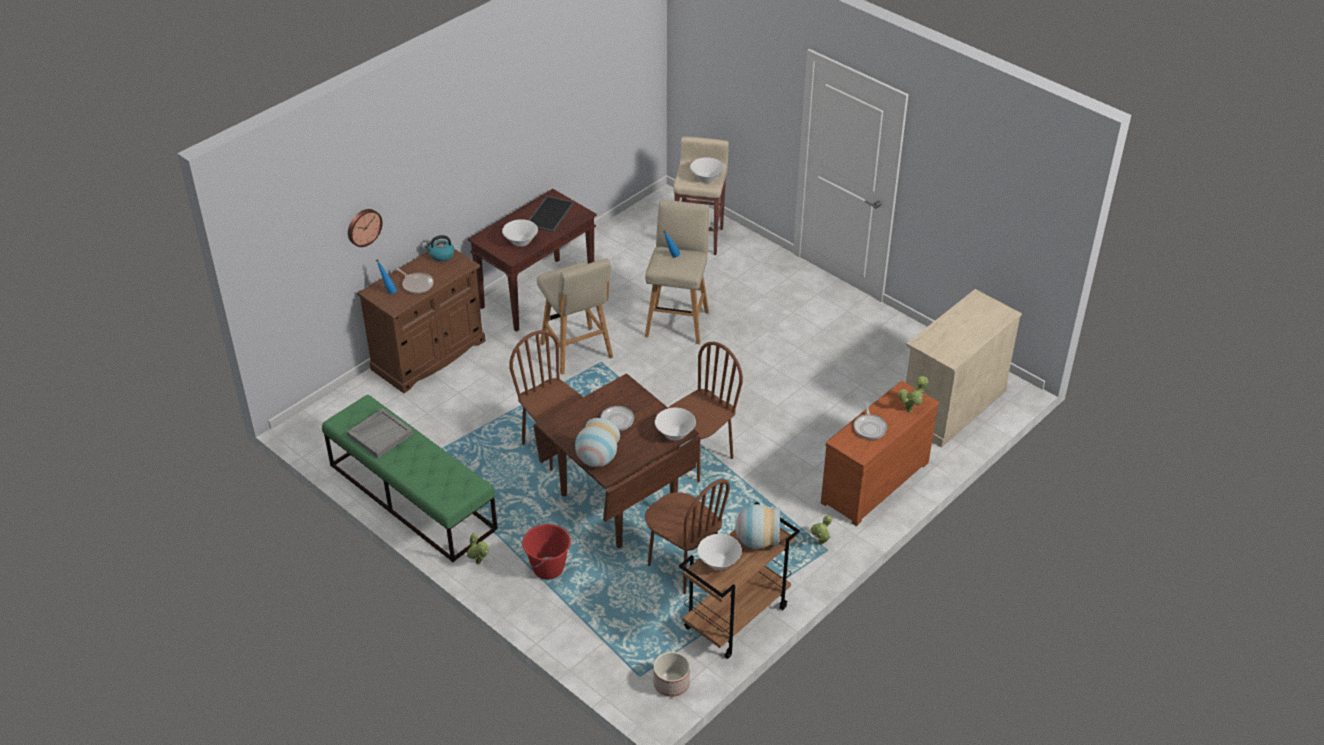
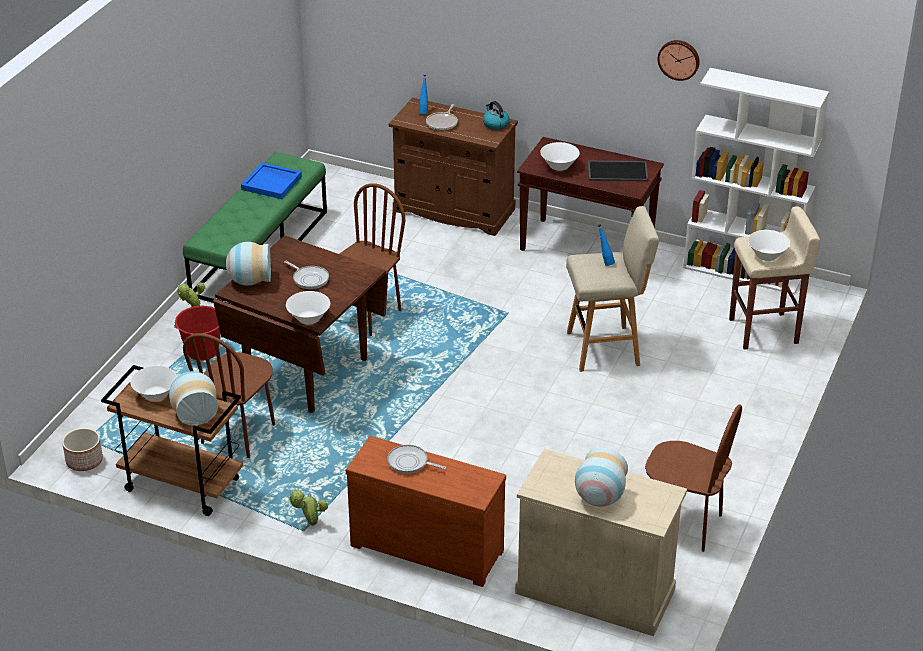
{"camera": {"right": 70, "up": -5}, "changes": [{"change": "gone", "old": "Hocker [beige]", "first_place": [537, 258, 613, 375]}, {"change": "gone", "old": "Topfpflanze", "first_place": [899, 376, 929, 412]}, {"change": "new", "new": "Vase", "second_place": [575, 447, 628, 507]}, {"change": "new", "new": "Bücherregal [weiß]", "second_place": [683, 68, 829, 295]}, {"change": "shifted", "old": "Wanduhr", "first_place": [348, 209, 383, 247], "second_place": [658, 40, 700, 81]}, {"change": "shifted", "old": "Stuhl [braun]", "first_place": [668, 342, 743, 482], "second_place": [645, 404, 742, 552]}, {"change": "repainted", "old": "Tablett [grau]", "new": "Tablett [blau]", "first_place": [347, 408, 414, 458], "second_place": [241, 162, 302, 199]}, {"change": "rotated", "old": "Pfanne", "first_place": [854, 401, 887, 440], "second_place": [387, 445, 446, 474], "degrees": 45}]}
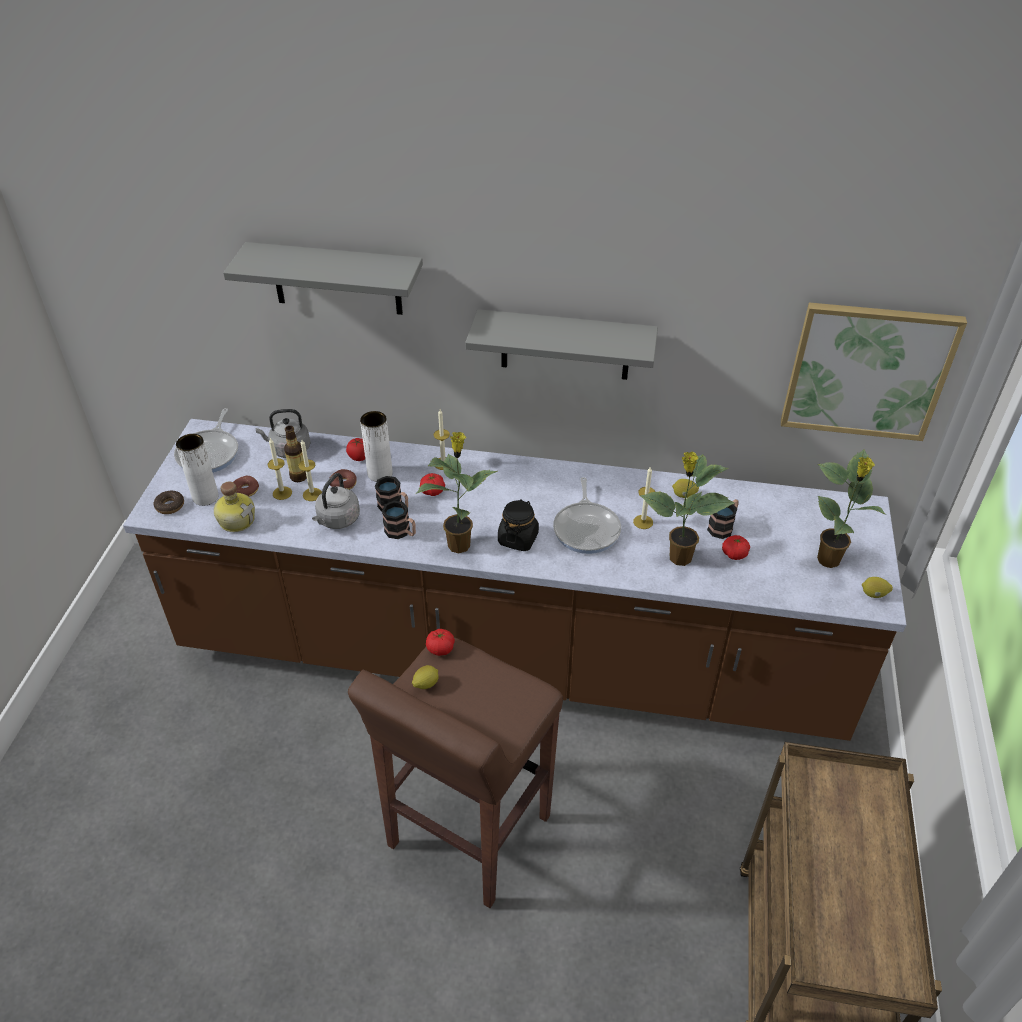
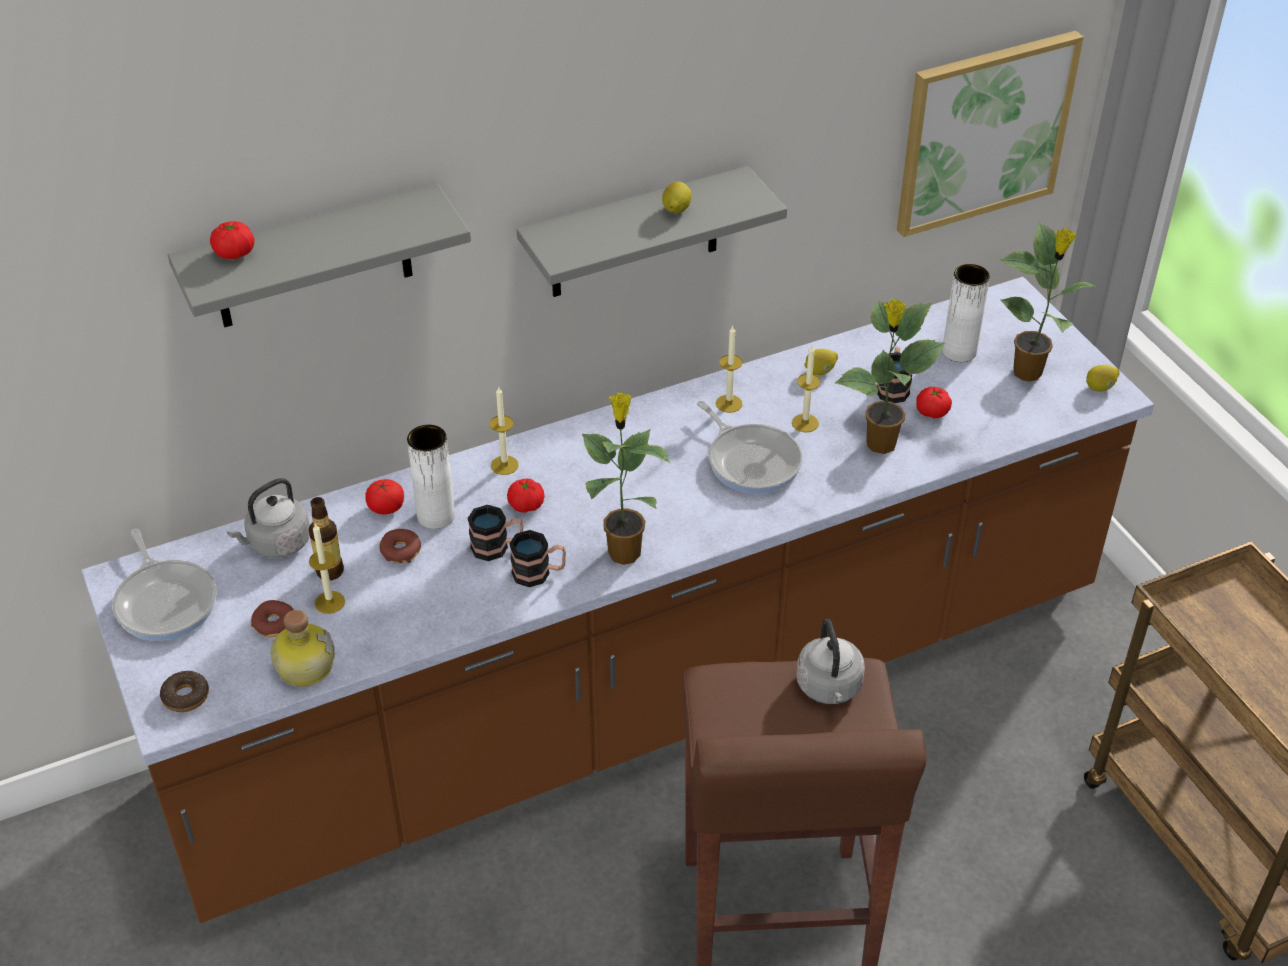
{"camera": {"right": -35, "up": 0}, "changes": [{"change": "gone", "old": "Vorratsglas [schwarz]", "first_place": [498, 499, 539, 551]}, {"change": "shifted", "old": "Vase [weiß]", "first_place": [176, 434, 219, 506], "second_place": [942, 264, 990, 362]}, {"change": "shifted", "old": "Kerze", "first_place": [298, 440, 322, 501], "second_place": [716, 326, 743, 413]}, {"change": "shifted", "old": "Wasserkessel [grau]", "first_place": [312, 473, 360, 529], "second_place": [796, 619, 865, 704]}, {"change": "shifted", "old": "Zitrone", "first_place": [412, 665, 439, 689], "second_place": [662, 182, 691, 213]}, {"change": "shifted", "old": "Tomate", "first_place": [426, 629, 455, 656], "second_place": [210, 221, 255, 259]}]}
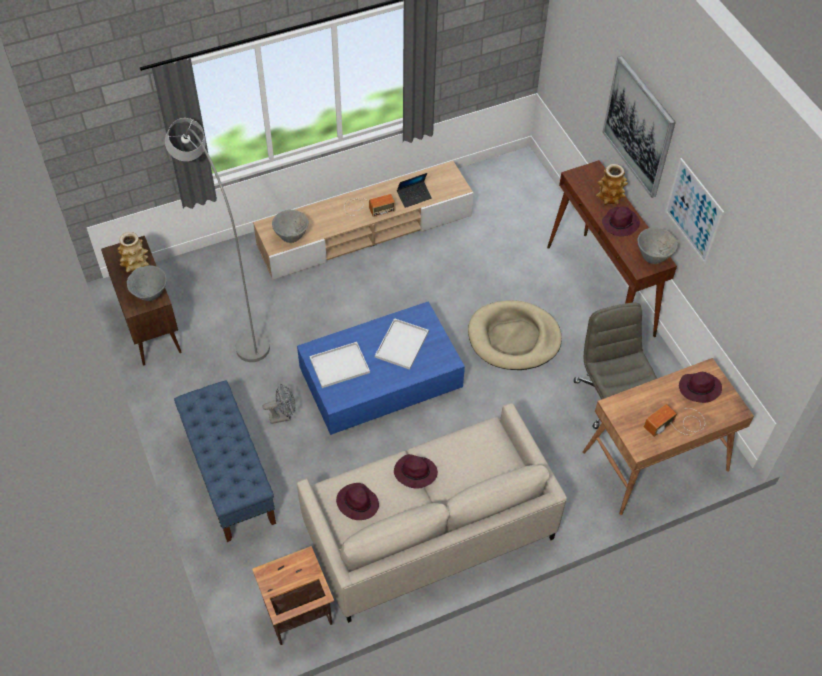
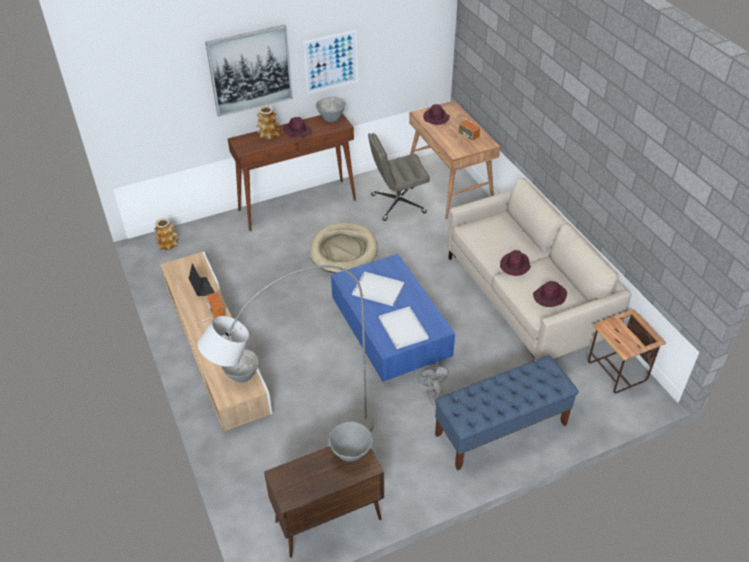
{"camera": {"right": -90, "up": -10}, "changes": [{"change": "shifted", "old": "Vase", "first_place": [118, 232, 149, 273], "second_place": [154, 218, 179, 250]}]}
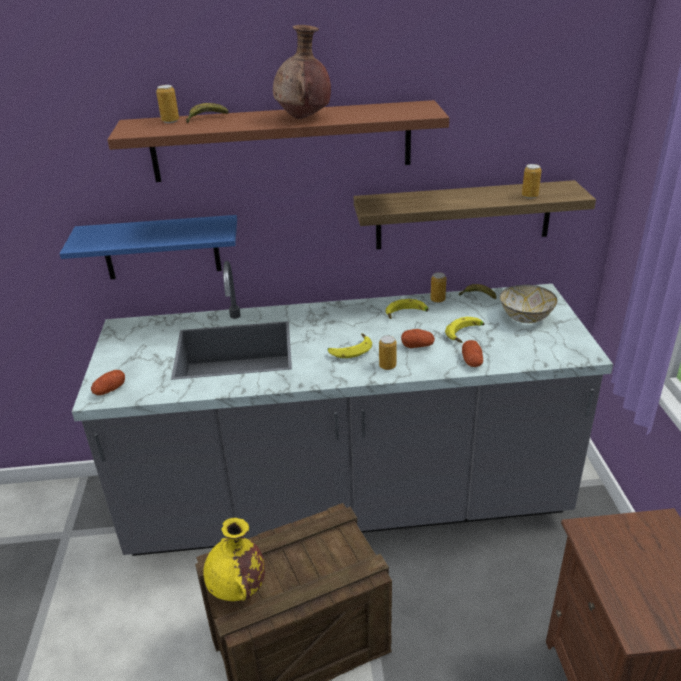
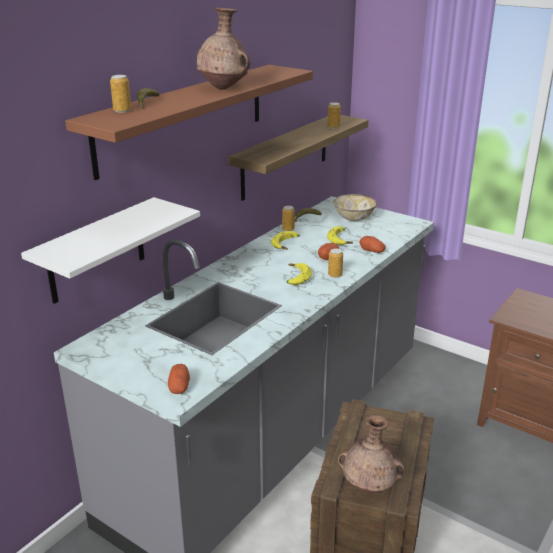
{"camera": {"right": -50, "up": -5}, "changes": [{"change": "repainted", "old": "Wandregal [blau]", "new": "Wandregal [weiß]", "first_place": [60, 215, 237, 279], "second_place": [21, 197, 200, 304]}, {"change": "repainted", "old": "Vase [gelb]", "new": "Vase [braun]", "first_place": [203, 518, 265, 601], "second_place": [338, 415, 405, 493]}]}
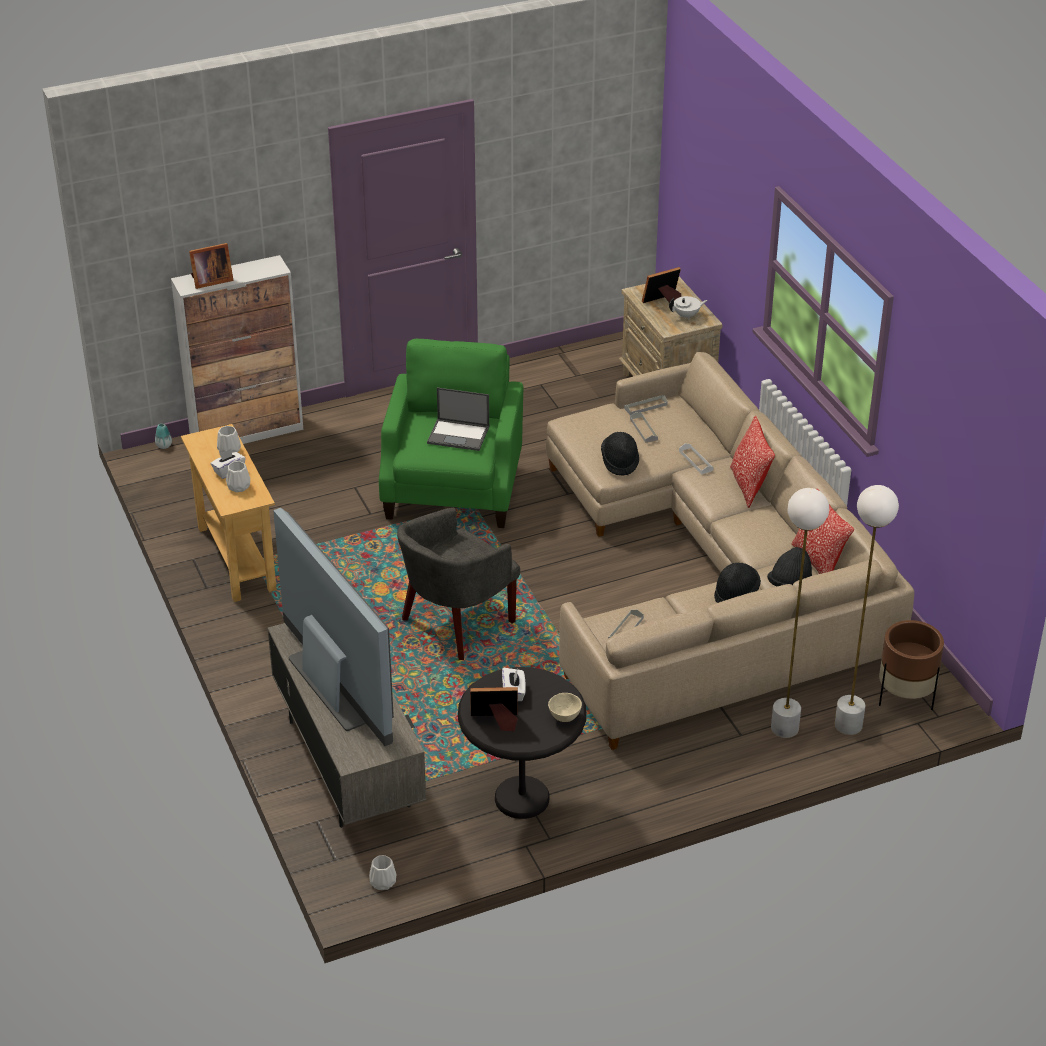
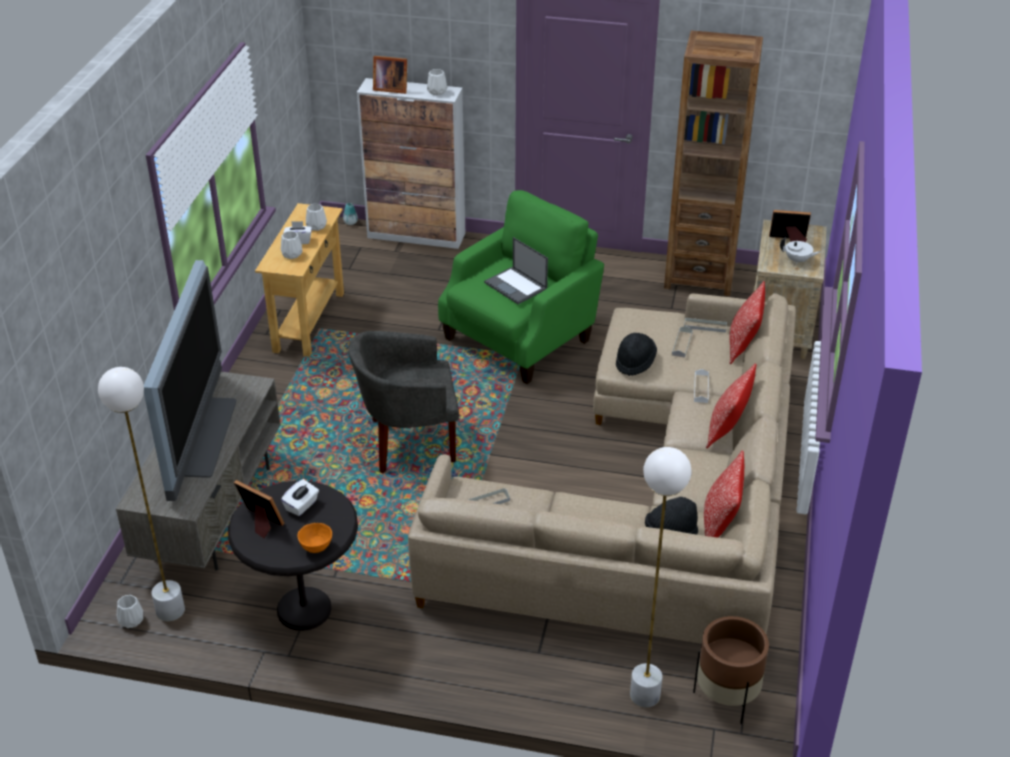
{"camera": {"right": 35, "up": 0}, "changes": [{"change": "gone", "old": "Hut [schwarz]", "first_place": [714, 563, 761, 603]}, {"change": "new", "new": "Vase [weiß]", "second_place": [427, 69, 447, 95]}, {"change": "new", "new": "Bücherregal [braun]", "second_place": [664, 30, 763, 296]}, {"change": "new", "new": "Kissen", "second_place": [729, 281, 765, 364]}, {"change": "shifted", "old": "Stehlampe [weiß]", "first_place": [771, 488, 829, 738], "second_place": [98, 367, 185, 621]}, {"change": "repainted", "old": "Schüssel [beige]", "new": "Schüssel [orange]", "first_place": [548, 693, 582, 722], "second_place": [297, 523, 332, 553]}]}
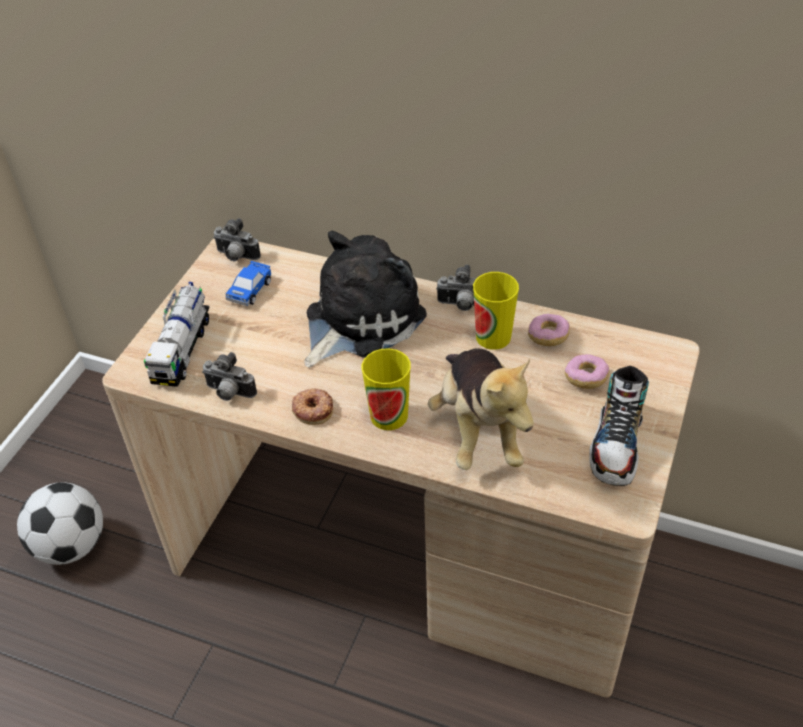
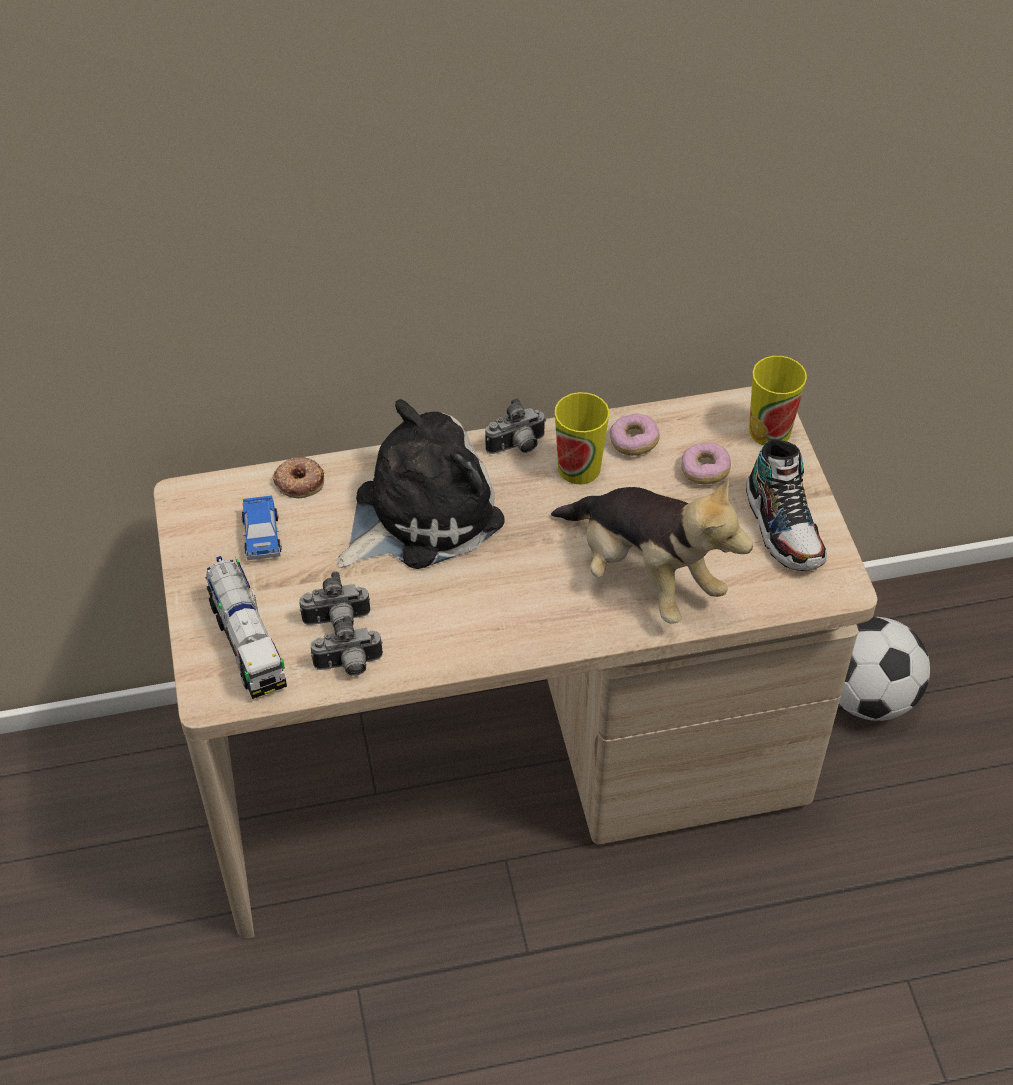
{"camera": {"right": -35, "up": 5}, "changes": [{"change": "shifted", "old": "Fußball", "first_place": [17, 482, 103, 565], "second_place": [839, 617, 930, 721]}, {"change": "shifted", "old": "Kamera", "first_place": [213, 218, 261, 261], "second_place": [299, 571, 370, 628]}, {"change": "shifted", "old": "Donut", "first_place": [292, 388, 333, 425], "second_place": [273, 457, 324, 498]}, {"change": "shifted", "old": "Tasse", "first_place": [362, 348, 411, 430], "second_place": [749, 356, 807, 445]}, {"change": "rotated", "old": "Plüschtier", "first_place": [304, 231, 427, 368], "second_place": [337, 399, 505, 569], "degrees": 45}]}
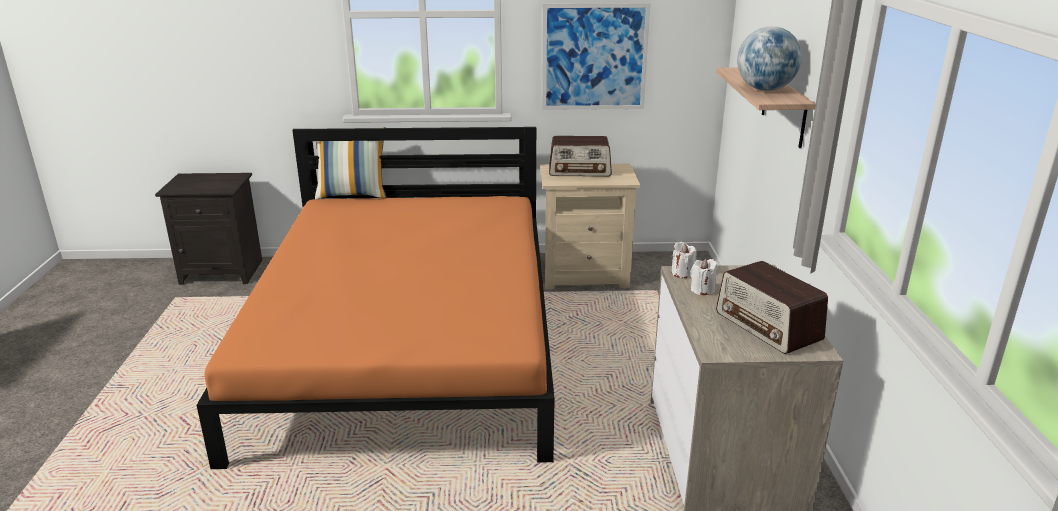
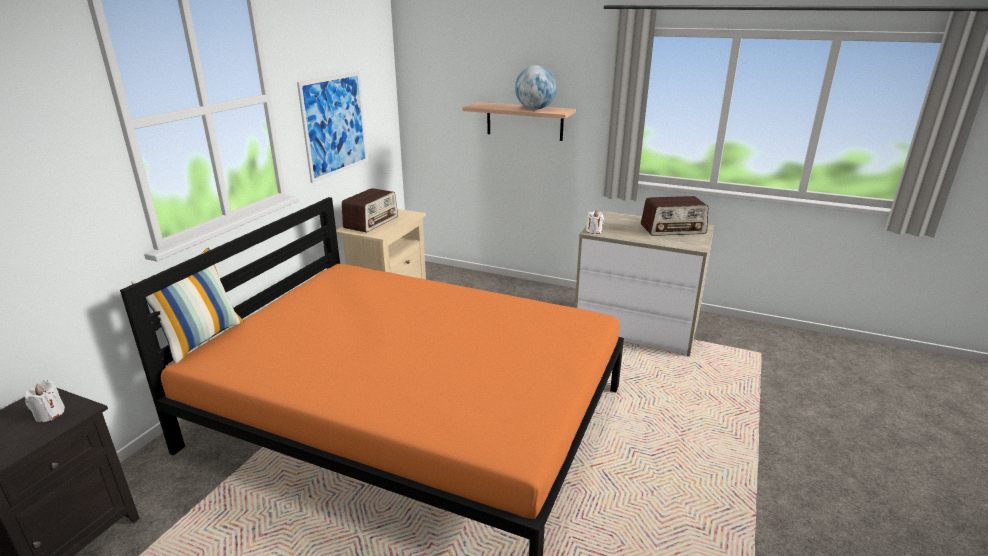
{"camera": {"right": -65, "up": 0}, "changes": [{"change": "shifted", "old": "Kerze [weiß]", "first_place": [691, 259, 717, 295], "second_place": [25, 380, 65, 422]}]}
